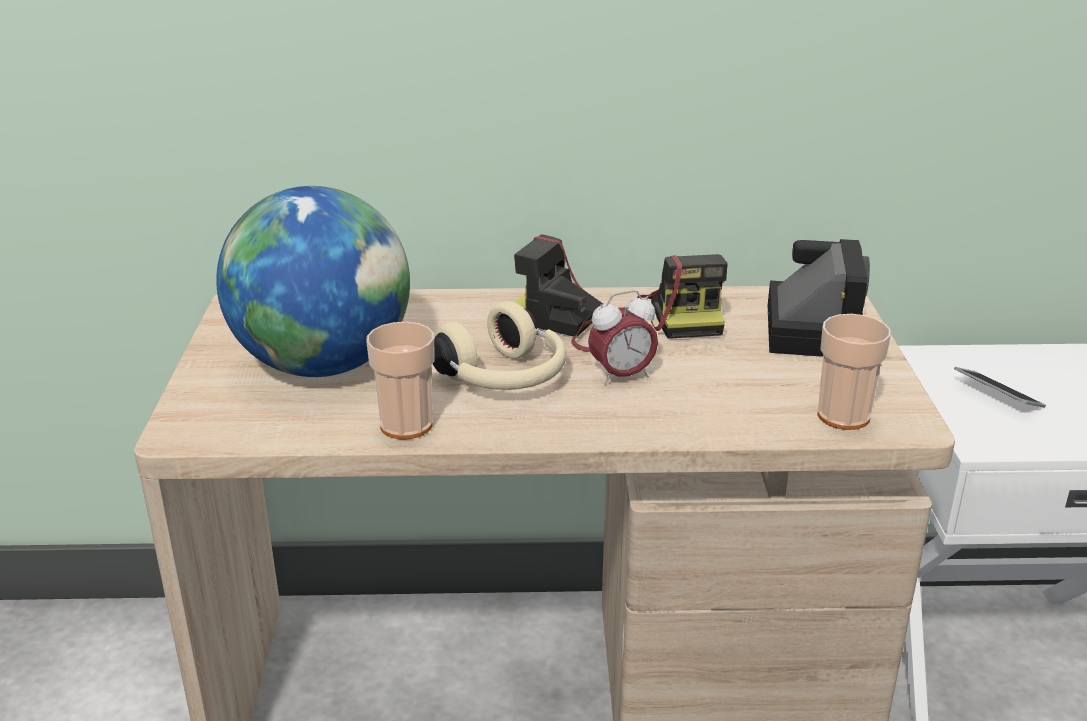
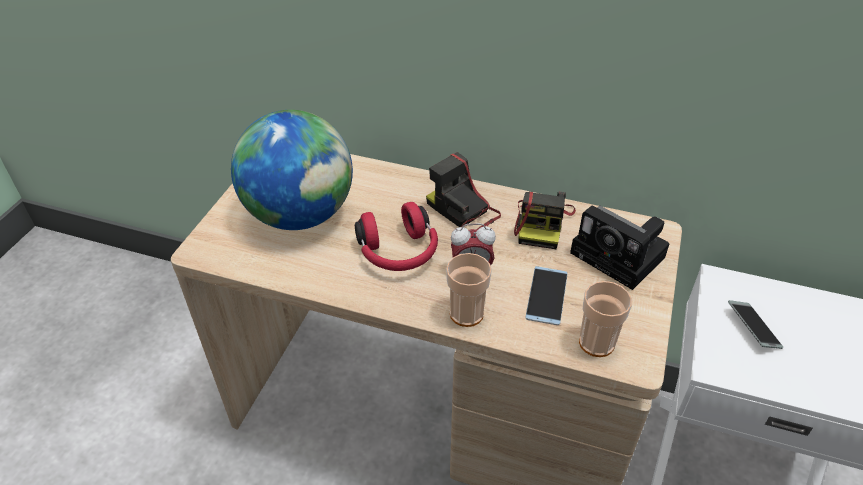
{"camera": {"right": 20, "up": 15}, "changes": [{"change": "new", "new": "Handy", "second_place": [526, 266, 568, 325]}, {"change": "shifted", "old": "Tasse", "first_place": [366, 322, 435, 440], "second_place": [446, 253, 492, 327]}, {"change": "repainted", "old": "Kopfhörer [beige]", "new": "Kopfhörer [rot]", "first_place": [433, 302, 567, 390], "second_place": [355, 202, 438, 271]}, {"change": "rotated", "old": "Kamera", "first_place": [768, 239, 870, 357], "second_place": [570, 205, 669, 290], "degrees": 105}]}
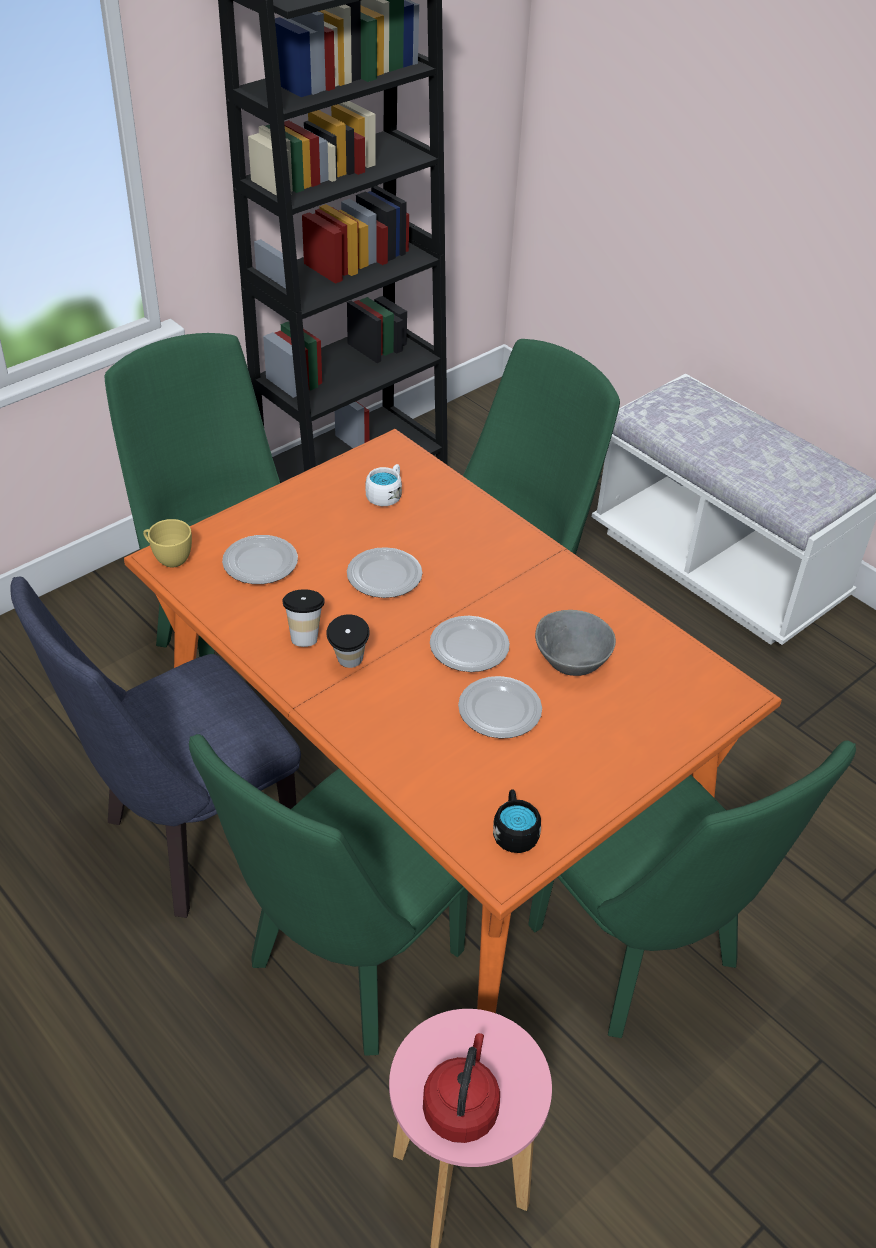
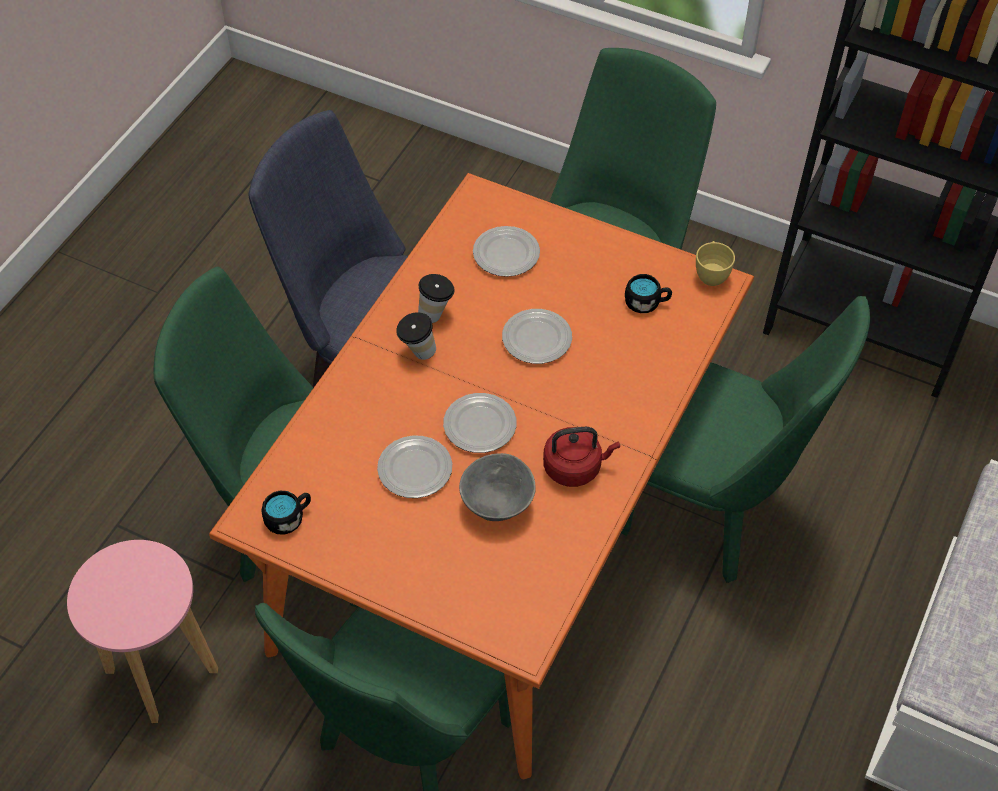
{"camera": {"right": 70, "up": 10}, "changes": [{"change": "shifted", "old": "Tasse [gelb]", "first_place": [143, 519, 192, 568], "second_place": [696, 241, 735, 286]}, {"change": "shifted", "old": "Wasserkessel [rot]", "first_place": [423, 1033, 500, 1143], "second_place": [543, 427, 620, 487]}, {"change": "repainted", "old": "Henkelbecher [weiß]", "new": "Henkelbecher [schwarz]", "first_place": [365, 464, 402, 506], "second_place": [625, 274, 672, 313]}]}
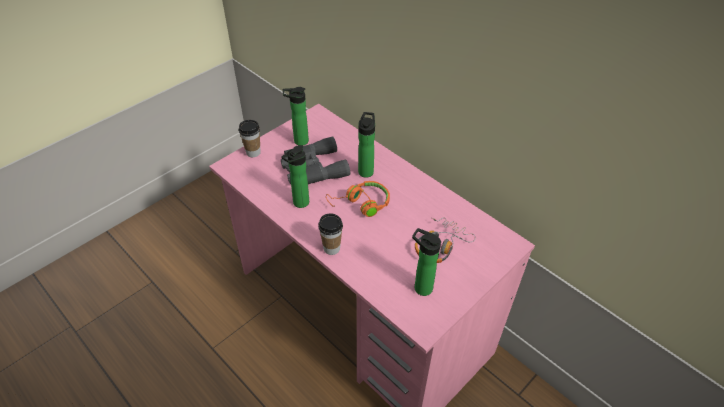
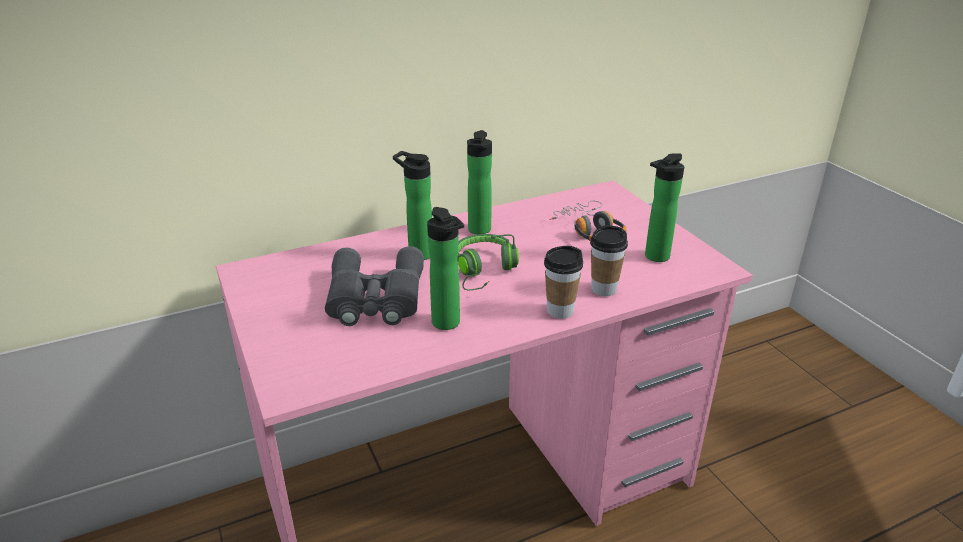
{"camera": {"right": -70, "up": -15}, "changes": [{"change": "shifted", "old": "Tasse", "first_place": [239, 120, 261, 157], "second_place": [590, 226, 628, 296]}, {"change": "shifted", "old": "Flasche", "first_place": [283, 87, 309, 146], "second_place": [467, 130, 492, 234]}, {"change": "repainted", "old": "Kopfhörer [orange]", "new": "Kopfhörer [grün]", "first_place": [326, 181, 390, 217], "second_place": [458, 234, 519, 290]}]}
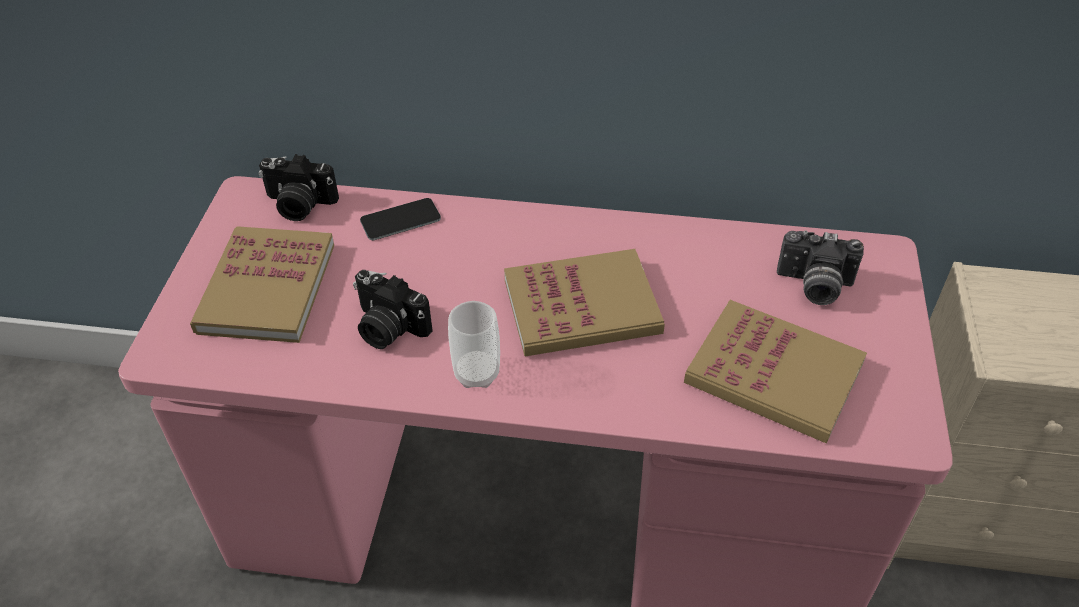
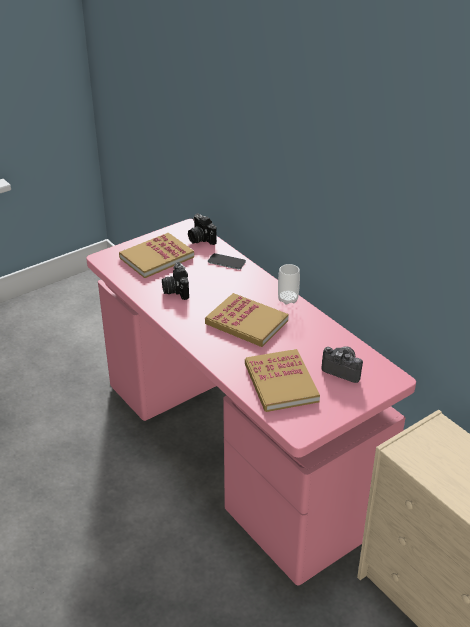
{"camera": {"right": 45, "up": -10}, "changes": [{"change": "shifted", "old": "Tasse", "first_place": [448, 301, 500, 388], "second_place": [278, 264, 300, 305]}, {"change": "rotated", "old": "Kamera", "first_place": [777, 231, 864, 305], "second_place": [322, 346, 363, 383], "degrees": 150}]}
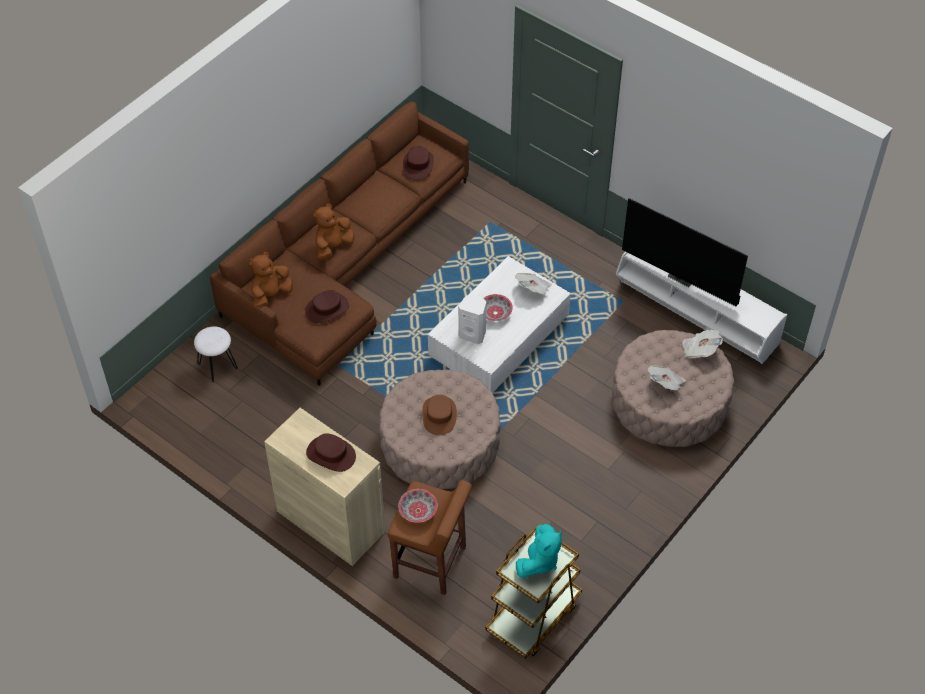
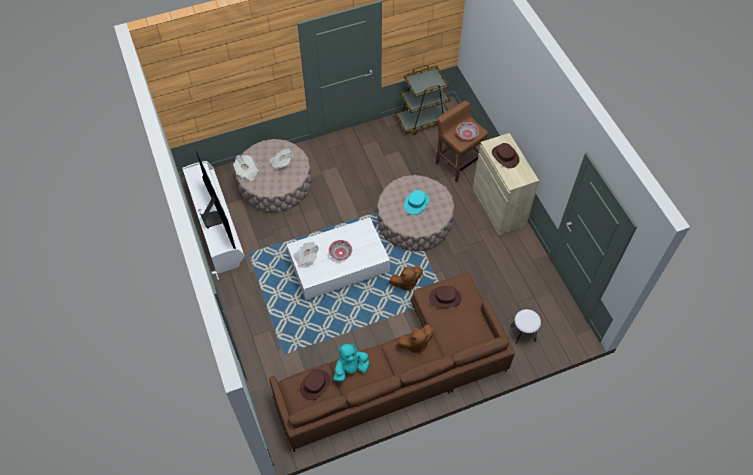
{"camera": {"right": -150, "up": 5}, "changes": [{"change": "gone", "old": "Lautsprecher [weiß]", "first_place": [458, 294, 487, 344]}, {"change": "shifted", "old": "Plüschtier [braun]", "first_place": [249, 252, 293, 308], "second_place": [389, 265, 423, 292]}, {"change": "shifted", "old": "Plüschtier [türkis]", "first_place": [516, 524, 562, 578], "second_place": [333, 344, 370, 382]}, {"change": "repainted", "old": "Hut [braun]", "new": "Hut [türkis]", "first_place": [422, 395, 457, 435], "second_place": [404, 190, 429, 215]}]}
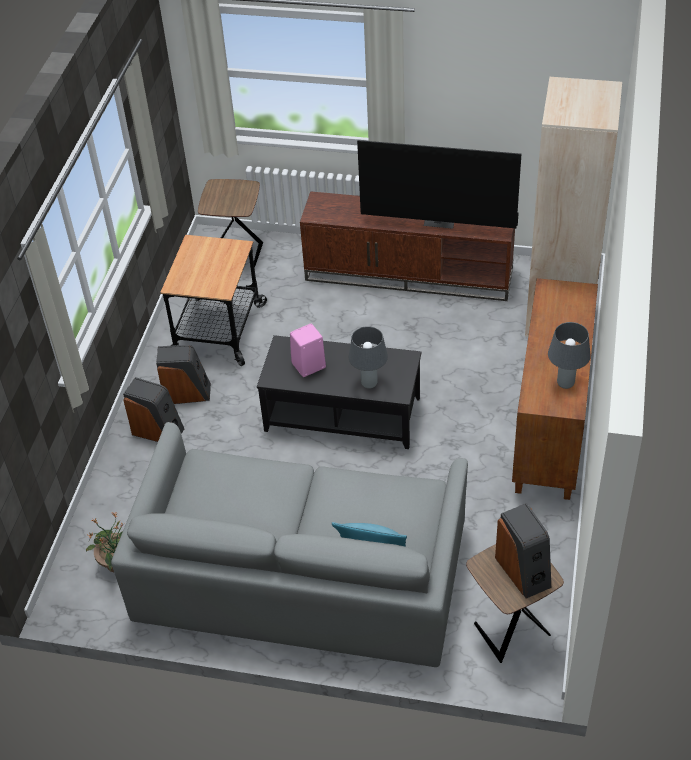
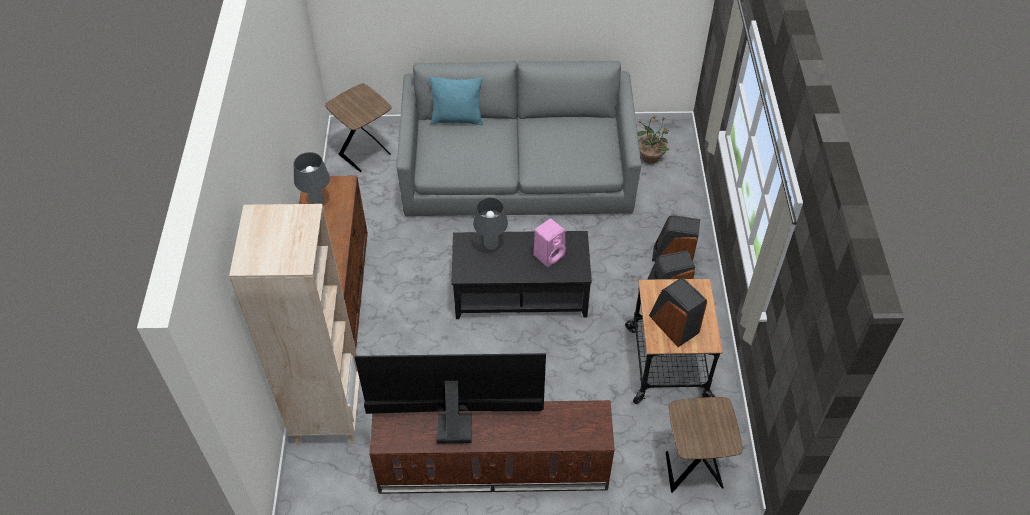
{"camera": {"right": 165, "up": 5}, "changes": [{"change": "shifted", "old": "Lautsprecher", "first_place": [495, 503, 551, 599], "second_place": [649, 278, 707, 347]}]}
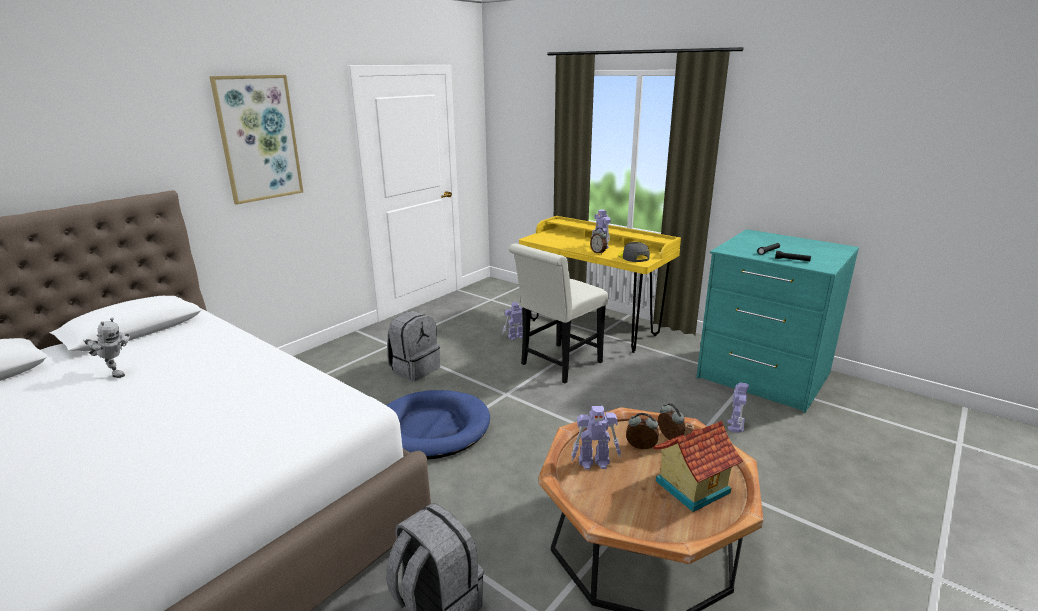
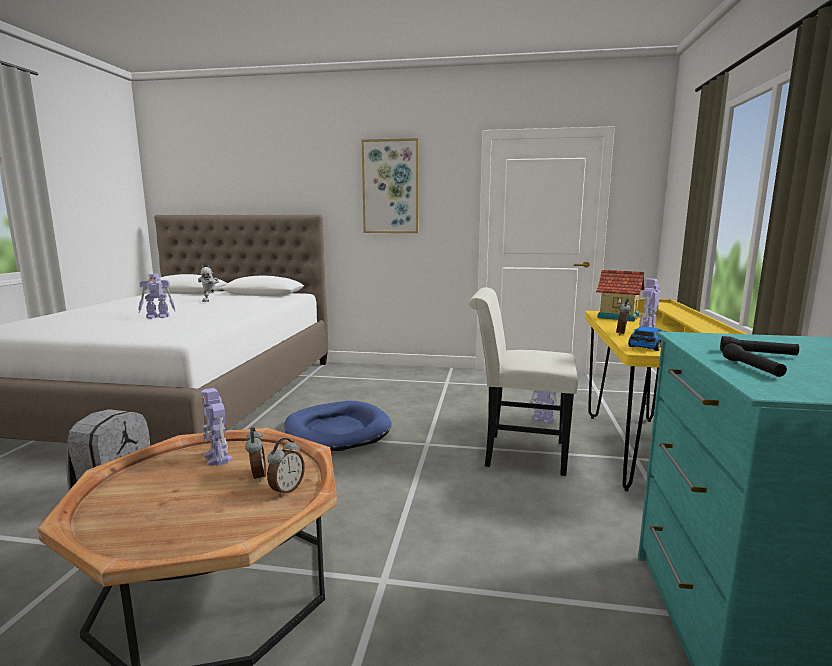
{"camera": {"right": 60, "up": -10}, "changes": [{"change": "gone", "old": "Rucksack [grau]", "first_place": [387, 311, 440, 381]}, {"change": "shifted", "old": "Spielzeughaus", "first_place": [653, 421, 743, 512], "second_place": [596, 270, 645, 321]}, {"change": "shifted", "old": "Spielzeugroboter", "first_place": [727, 383, 749, 433], "second_place": [138, 274, 176, 319]}, {"change": "swapped", "old": "Kappe [grau]", "new": "Spielzeugauto", "first_place": [618, 242, 650, 262], "second_place": [628, 327, 666, 351]}]}
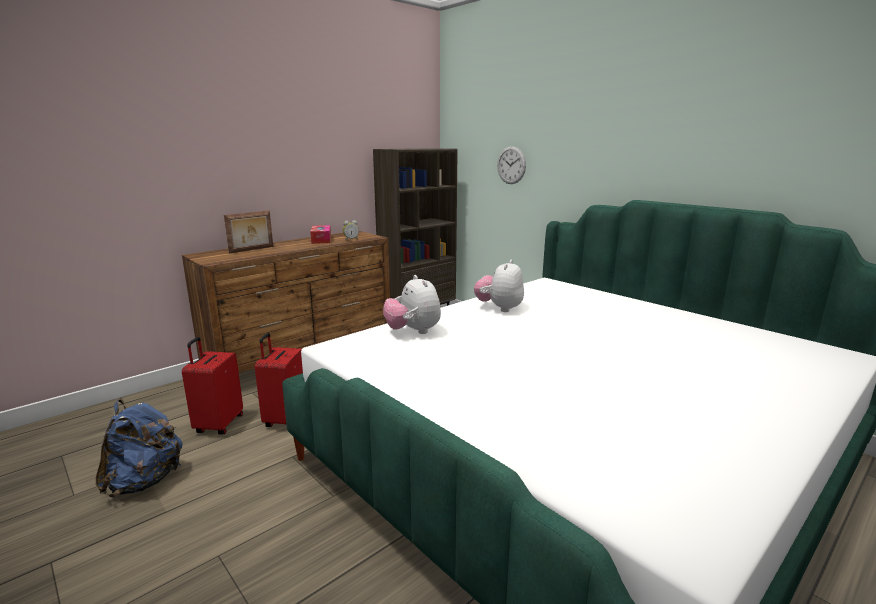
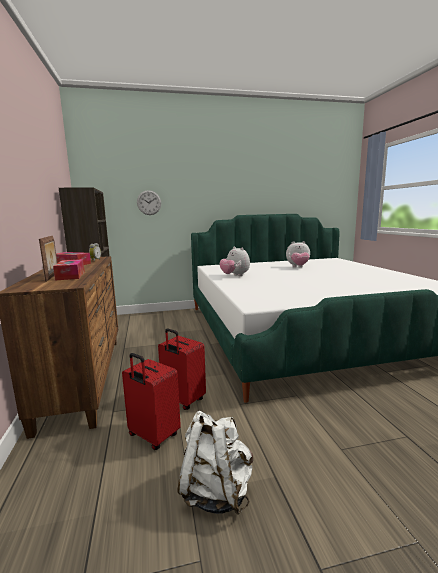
{"camera": {"right": -60, "up": -5}, "changes": [{"change": "new", "new": "Taschentuchbox", "second_place": [53, 259, 85, 281]}, {"change": "shifted", "old": "Plüschtier", "first_place": [383, 275, 441, 334], "second_place": [286, 241, 310, 267]}, {"change": "repainted", "old": "Rucksack [blau]", "new": "Rucksack [weiß]", "first_place": [96, 399, 182, 497], "second_place": [177, 411, 253, 515]}]}
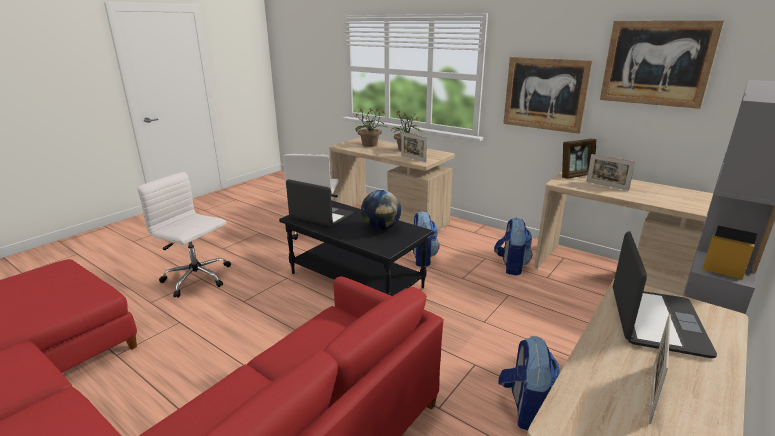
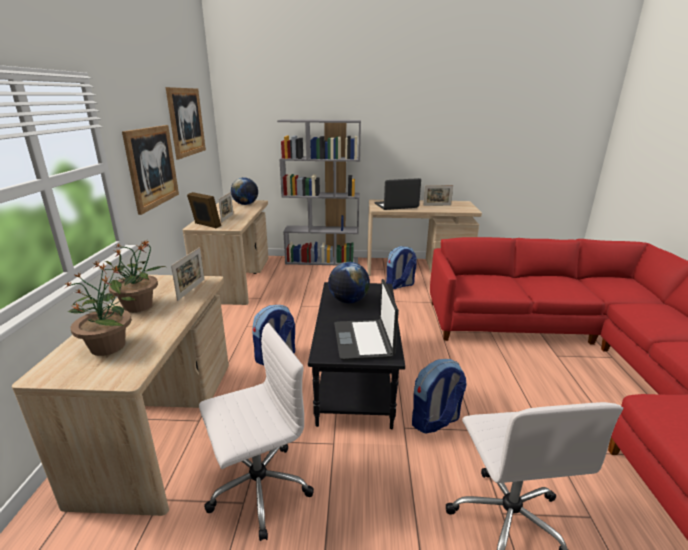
{"camera": {"right": -125, "up": 0}, "changes": [{"change": "new", "new": "Globus", "second_place": [231, 178, 258, 205]}, {"change": "shifted", "old": "Rucksack", "first_place": [494, 217, 532, 276], "second_place": [412, 359, 467, 434]}]}
